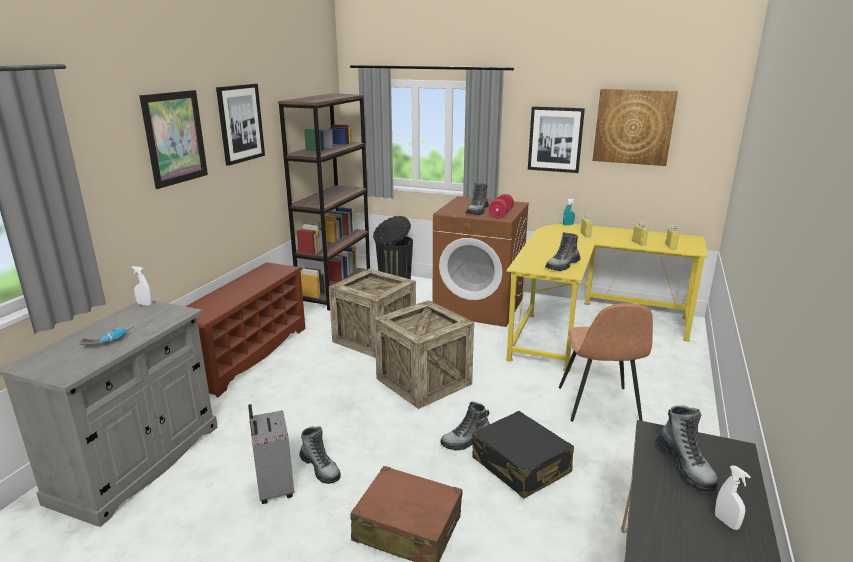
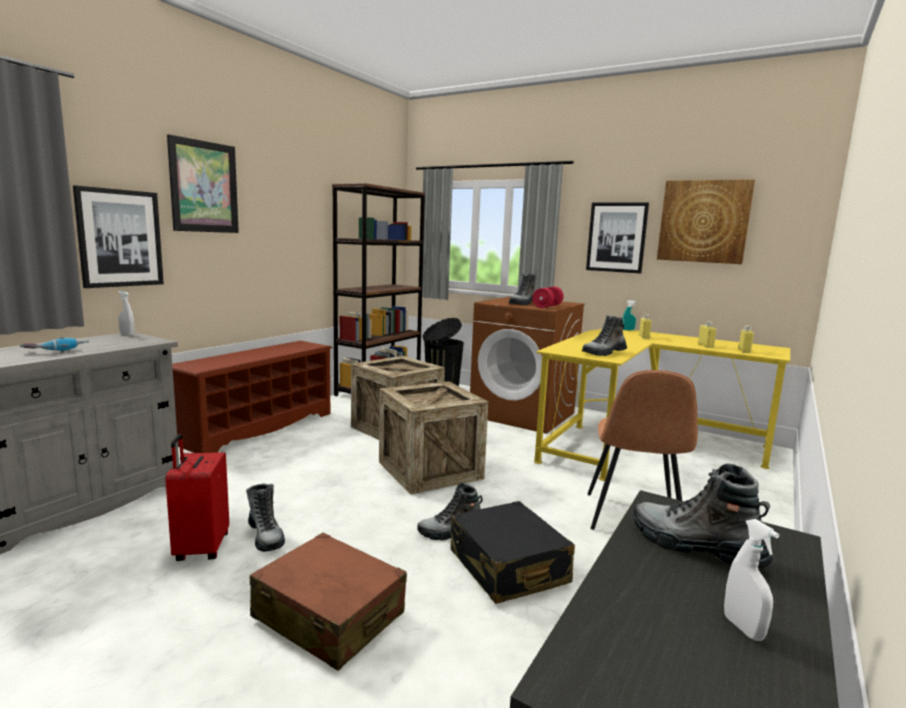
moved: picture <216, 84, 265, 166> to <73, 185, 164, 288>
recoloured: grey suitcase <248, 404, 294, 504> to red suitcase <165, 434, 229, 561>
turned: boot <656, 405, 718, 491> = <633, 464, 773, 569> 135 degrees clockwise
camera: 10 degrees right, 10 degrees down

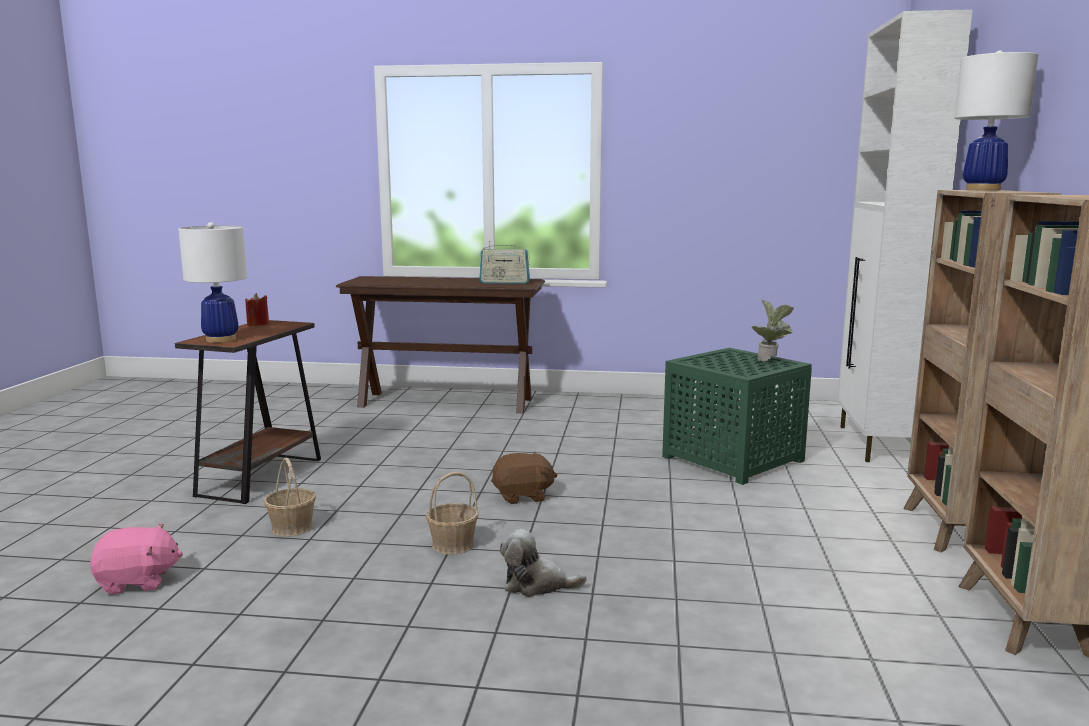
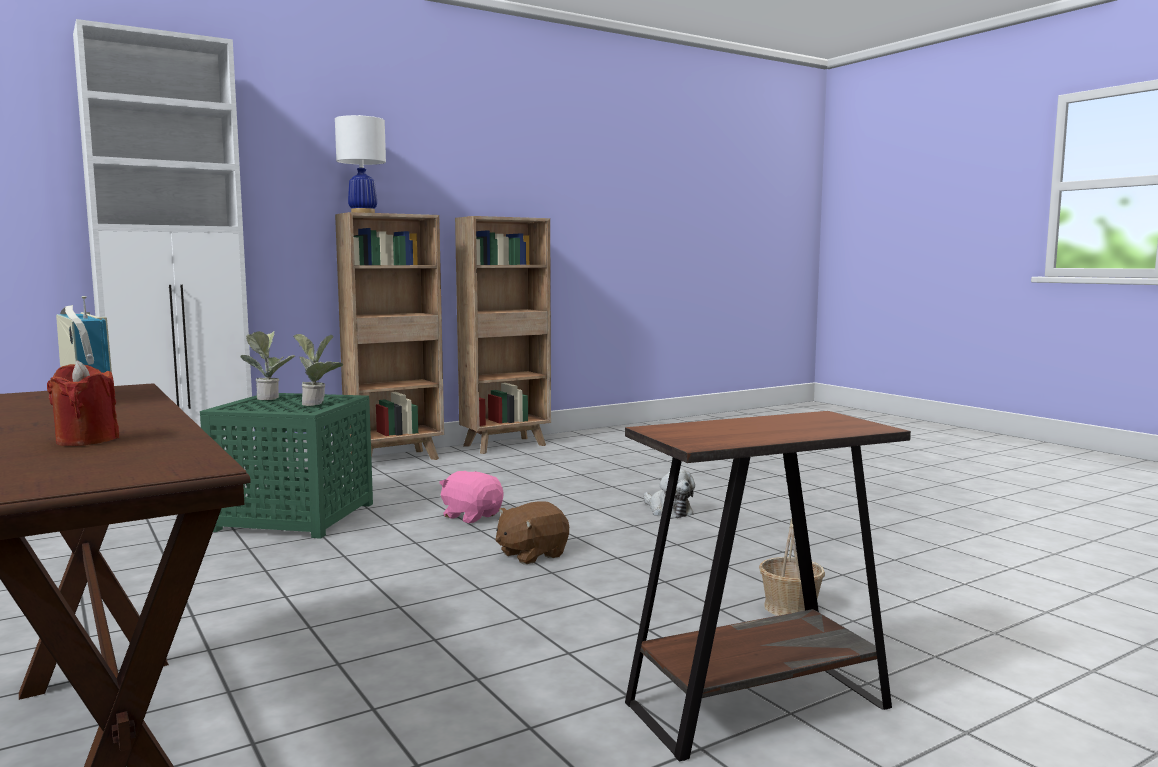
removed: white table lamp <178, 222, 247, 343>; basket <426, 472, 479, 555>
added: potted plant <293, 334, 343, 406>
moved: red candle <245, 293, 269, 326> to <47, 360, 119, 446>; pink plush toy <90, 523, 183, 595> to <439, 471, 503, 523>
turned: brown plush toy <491, 452, 557, 504> = <495, 501, 569, 565> 75 degrees counterclockwise
camera: 130 degrees left, 5 degrees down

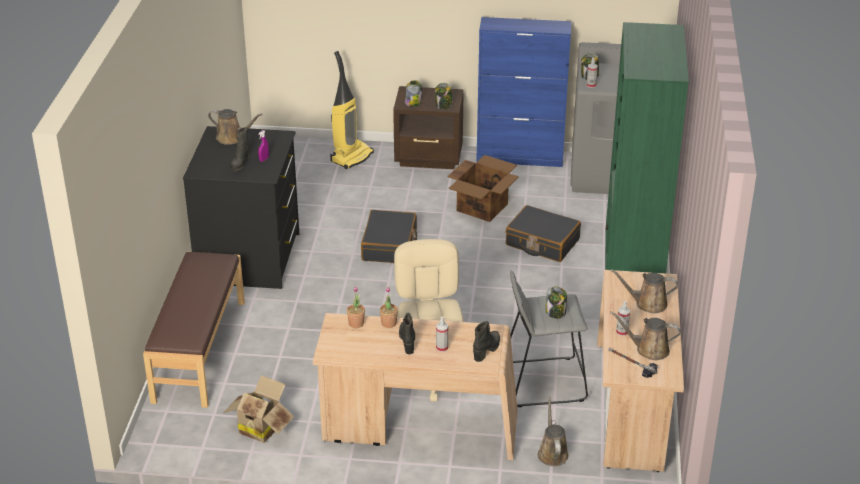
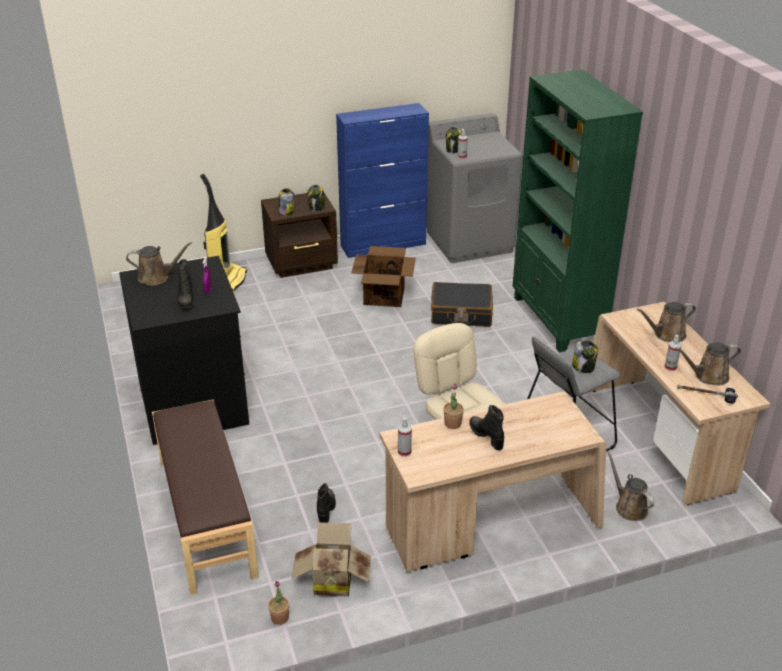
removed: black suitcase <361, 210, 417, 263>
moved: potted plant <347, 286, 365, 328> to <268, 581, 289, 625>; black boot <473, 321, 500, 362> to <317, 483, 336, 523>; spray bottle <436, 317, 448, 352> to <398, 417, 412, 457>
camera: 25 degrees left, 0 degrees up

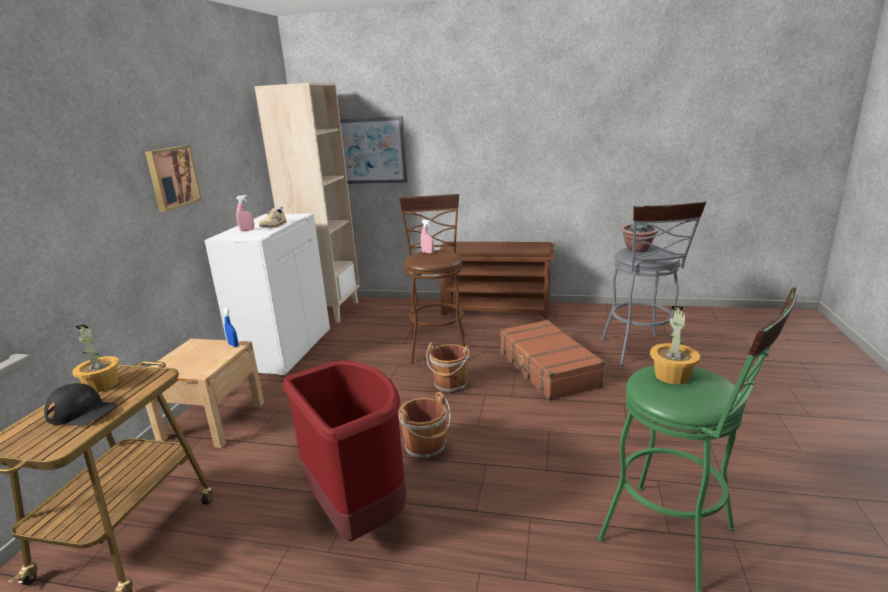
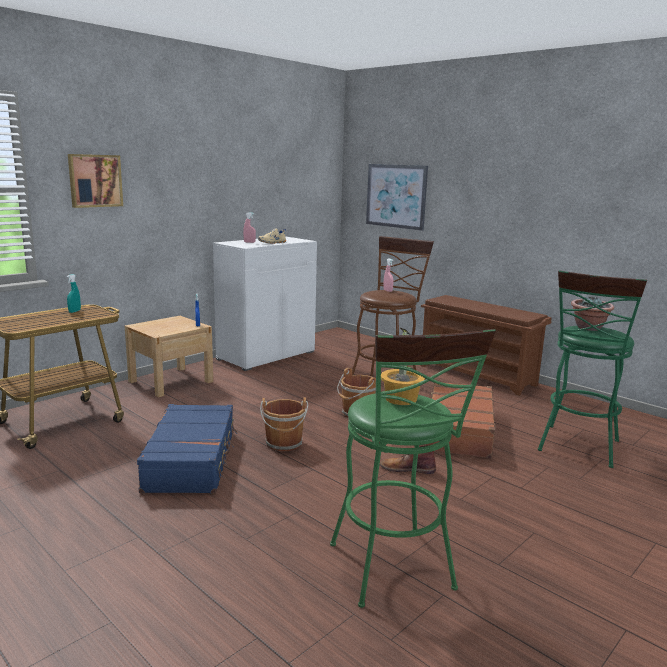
removed: black cap <44, 383, 117, 426>; beige bookcase <254, 83, 359, 323>
added: brown boot <380, 445, 436, 474>
moved: picture <145, 145, 202, 212> to <68, 154, 123, 208>
replaced: potted plant <72, 325, 120, 392> to turquoise spray bottle <67, 274, 81, 313>; red trash can <284, 360, 406, 542> to blue suitcase <137, 404, 237, 493>
recoloured: grey stool <601, 201, 706, 366> to green stool <538, 270, 647, 468>
camera: 30 degrees right, 5 degrees down

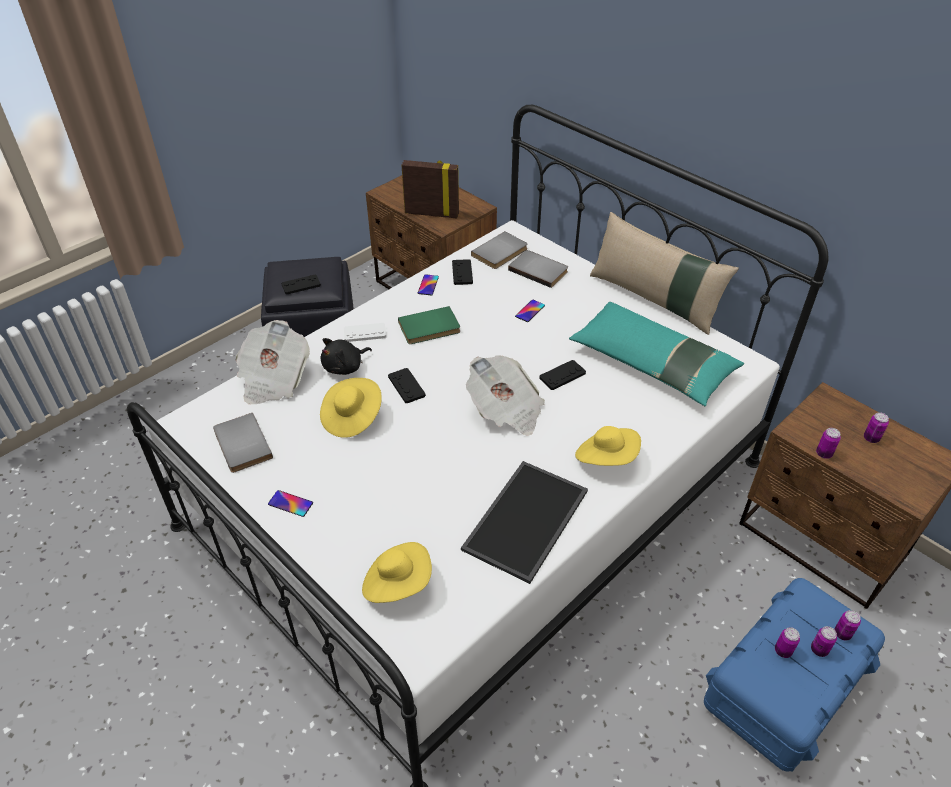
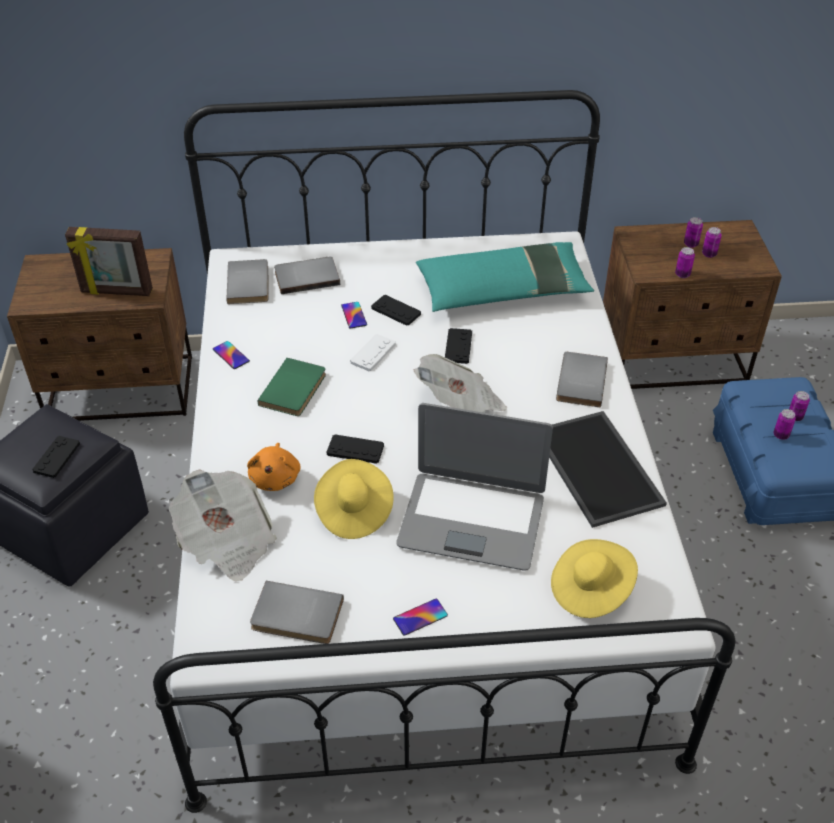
removed: beige pillow <590, 212, 739, 335>
added: laptop <396, 403, 553, 571>
moved: white game controller <344, 323, 386, 342> to <350, 334, 396, 371>; black game controller <452, 259, 473, 285> to <371, 295, 421, 326>; can <834, 610, 861, 640> to <702, 227, 722, 258>
replaced: yellow hat <575, 426, 641, 466> to grey book <556, 352, 608, 407>
recoloured: black plush toy <320, 338, 372, 375> to orange plush toy <247, 443, 301, 491>
turned: picture frame <402, 160, 459, 218> = <65, 227, 153, 296> 135 degrees counterclockwise
camera: 50 degrees left, 0 degrees up

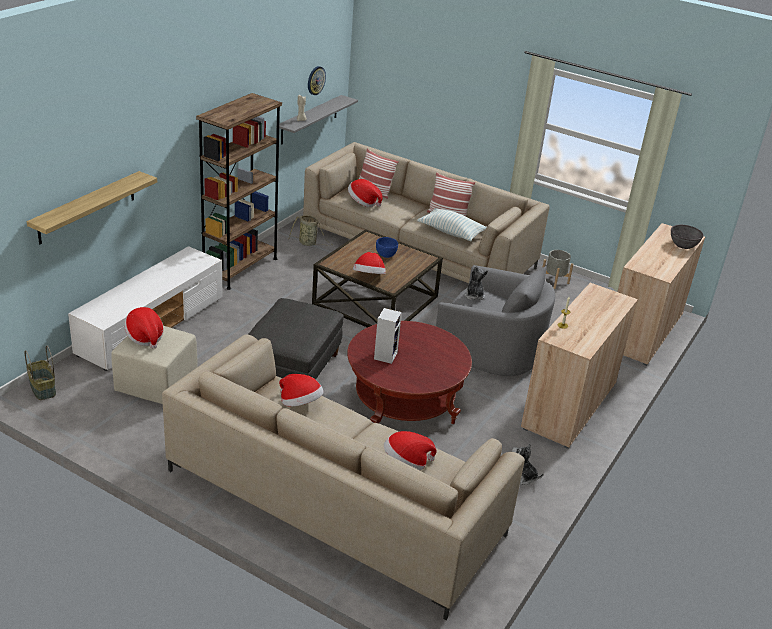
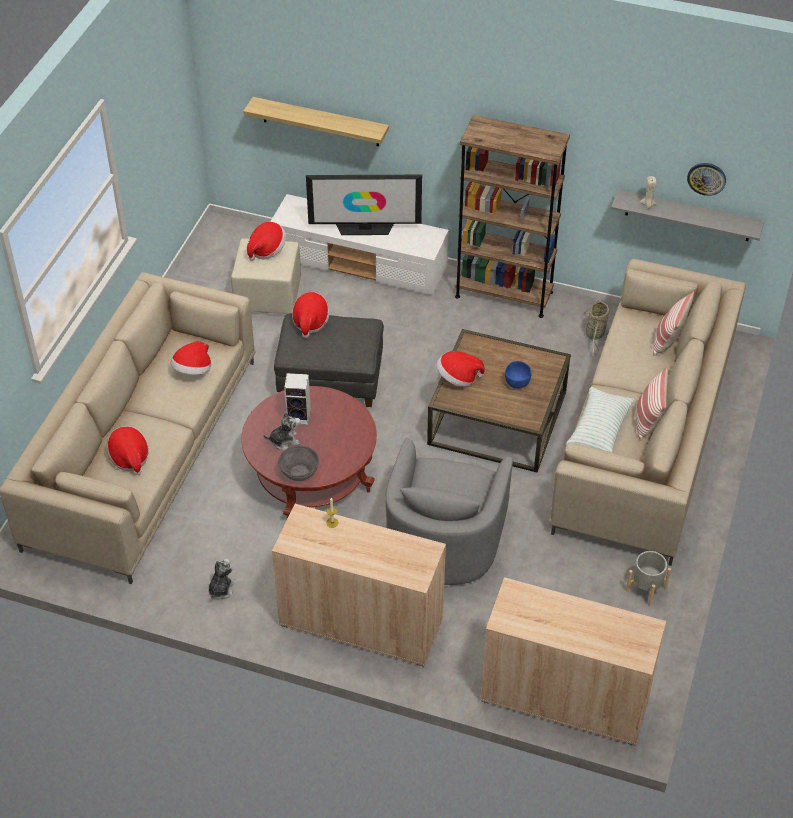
removed: basket <25, 345, 56, 400>
added: television <306, 175, 422, 235>
moved: plush toy <464, 266, 488, 300> to <263, 412, 301, 450>; grey bowl <671, 225, 704, 249> to <278, 445, 319, 481>; hat <348, 179, 383, 207> to <292, 292, 330, 338>
camera: 80 degrees right, 15 degrees up

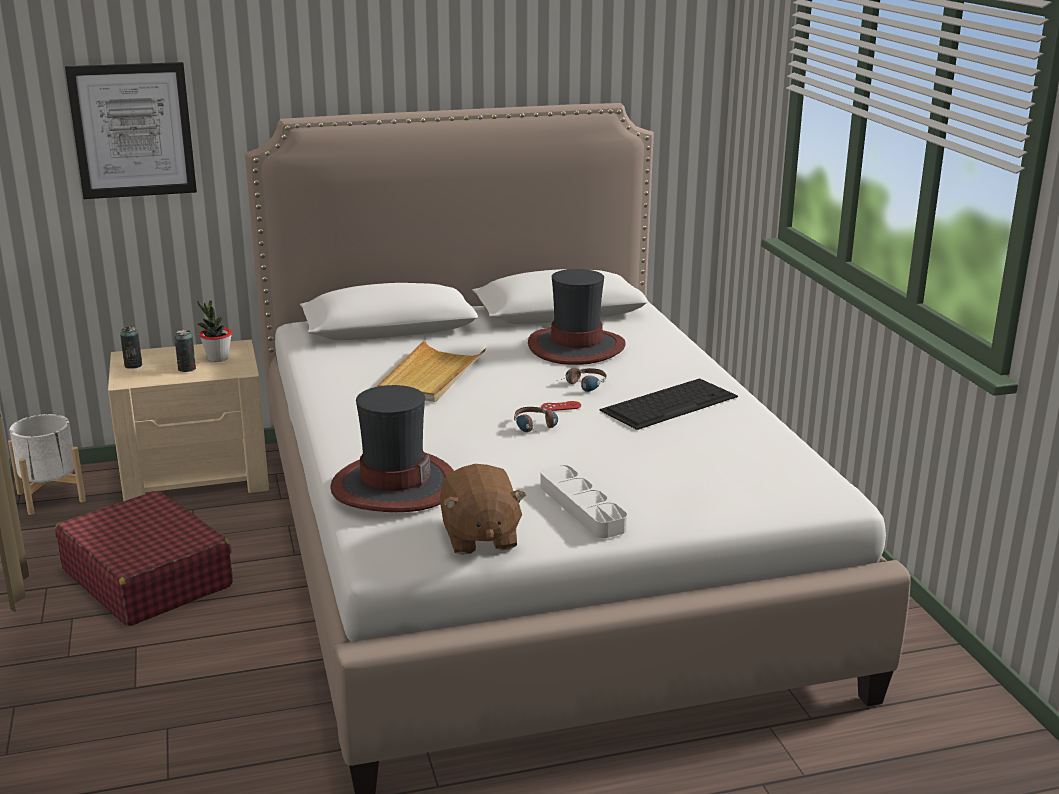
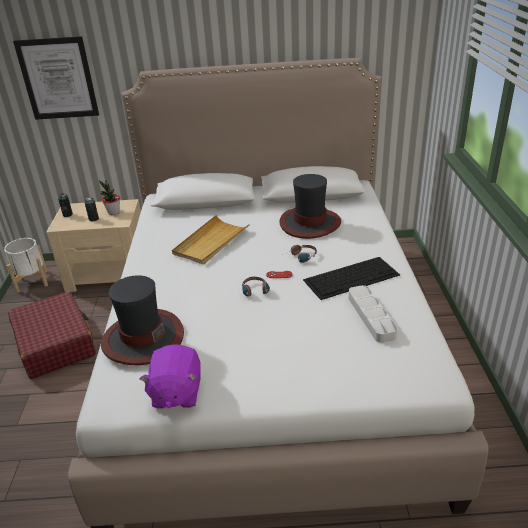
moved: grey tray <540, 465, 627, 538> to <349, 285, 398, 343>
recoloured: brown plush toy <440, 464, 526, 555> to purple plush toy <140, 344, 201, 408>
camera: 15 degrees right, 10 degrees up

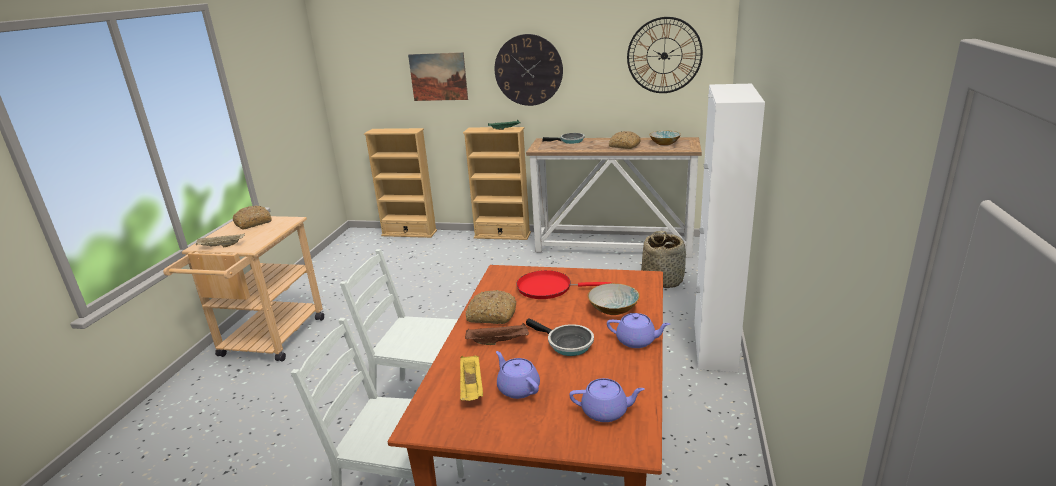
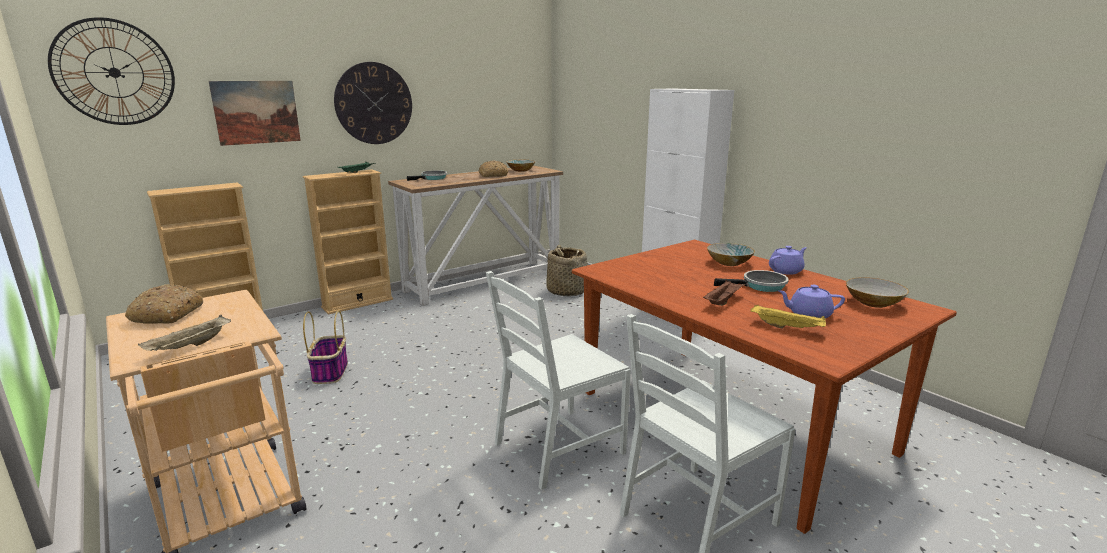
removed: bread <466, 290, 516, 324>; red frying pan <516, 270, 611, 299>
added: basket <303, 310, 348, 384>
moved: wall clock <627, 17, 703, 93> to <48, 17, 175, 125>
replaced: purple teapot <569, 378, 645, 422> to bowl <846, 277, 909, 308>
camera: 50 degrees left, 5 degrees down

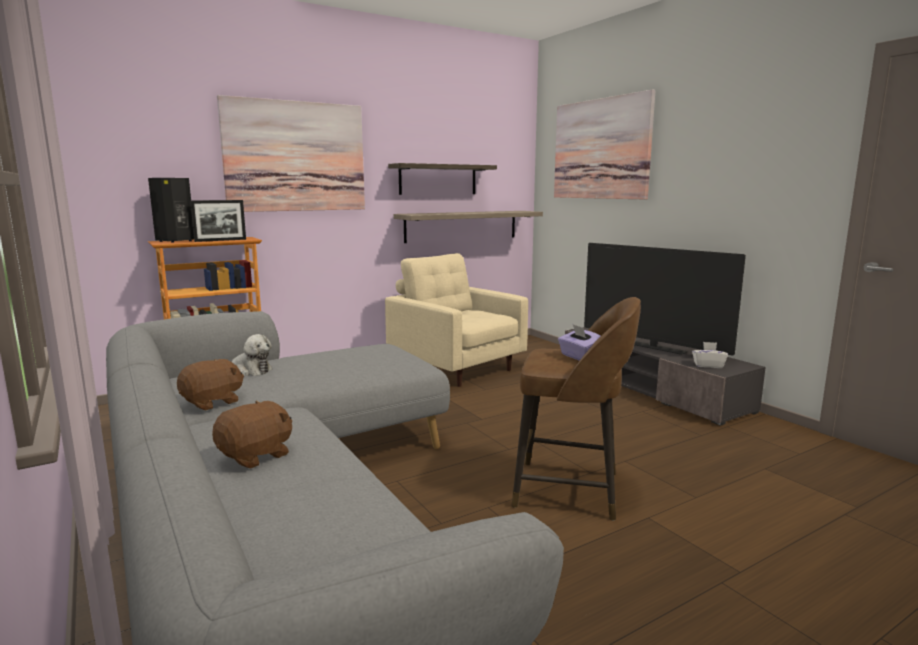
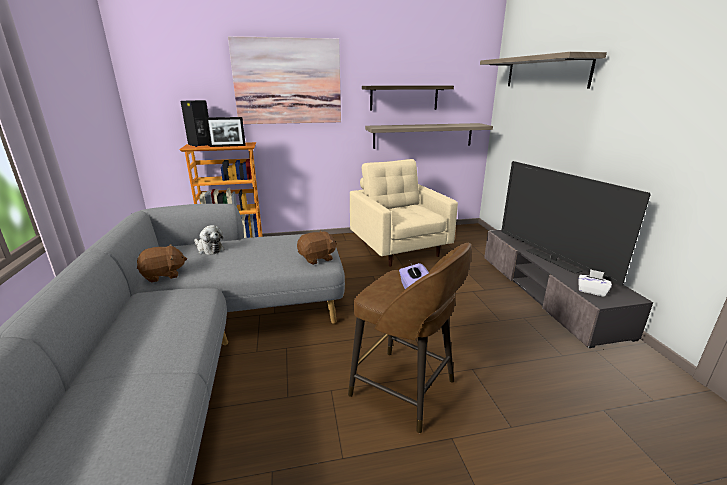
moved: brown plush toy <212, 400, 292, 468> to <297, 230, 337, 265>
replaced: picture <554, 90, 655, 199> to shelf <480, 52, 607, 88>
camera: 20 degrees right, 10 degrees up

